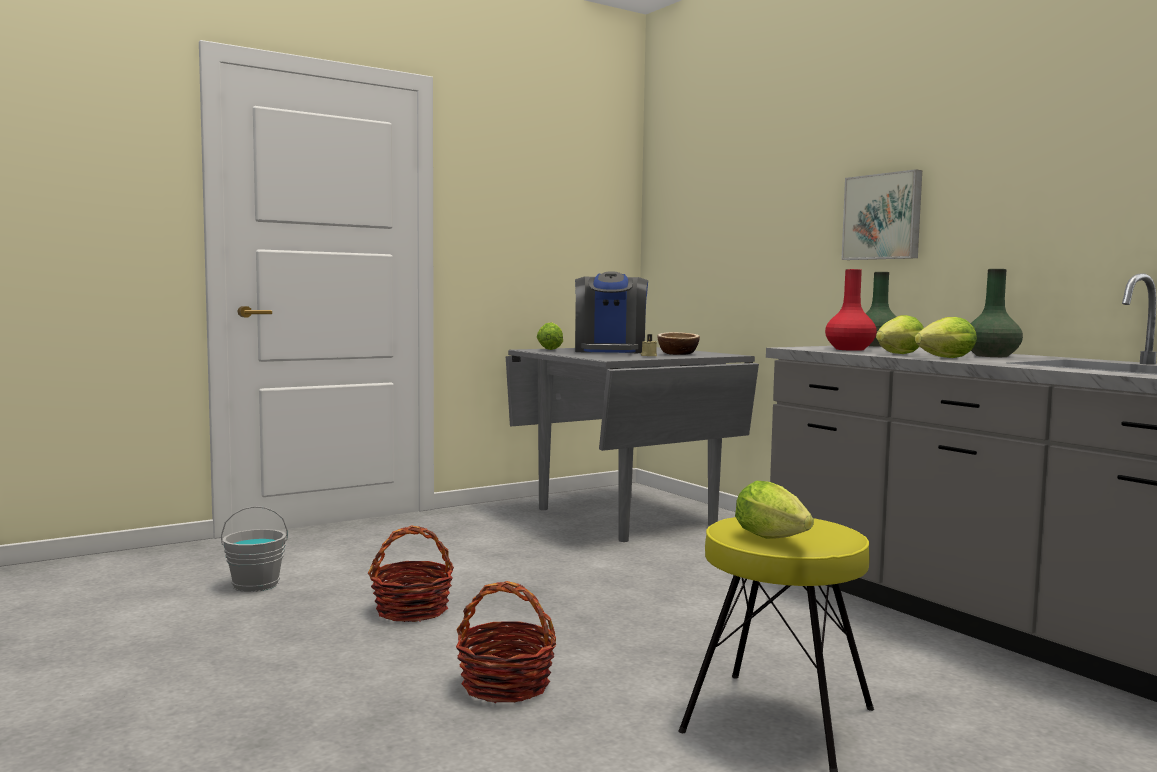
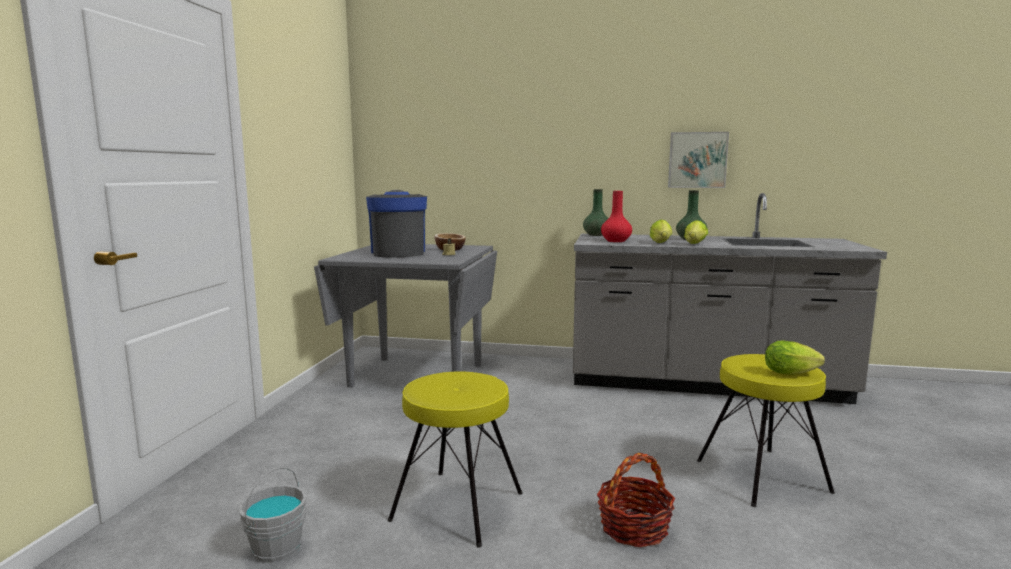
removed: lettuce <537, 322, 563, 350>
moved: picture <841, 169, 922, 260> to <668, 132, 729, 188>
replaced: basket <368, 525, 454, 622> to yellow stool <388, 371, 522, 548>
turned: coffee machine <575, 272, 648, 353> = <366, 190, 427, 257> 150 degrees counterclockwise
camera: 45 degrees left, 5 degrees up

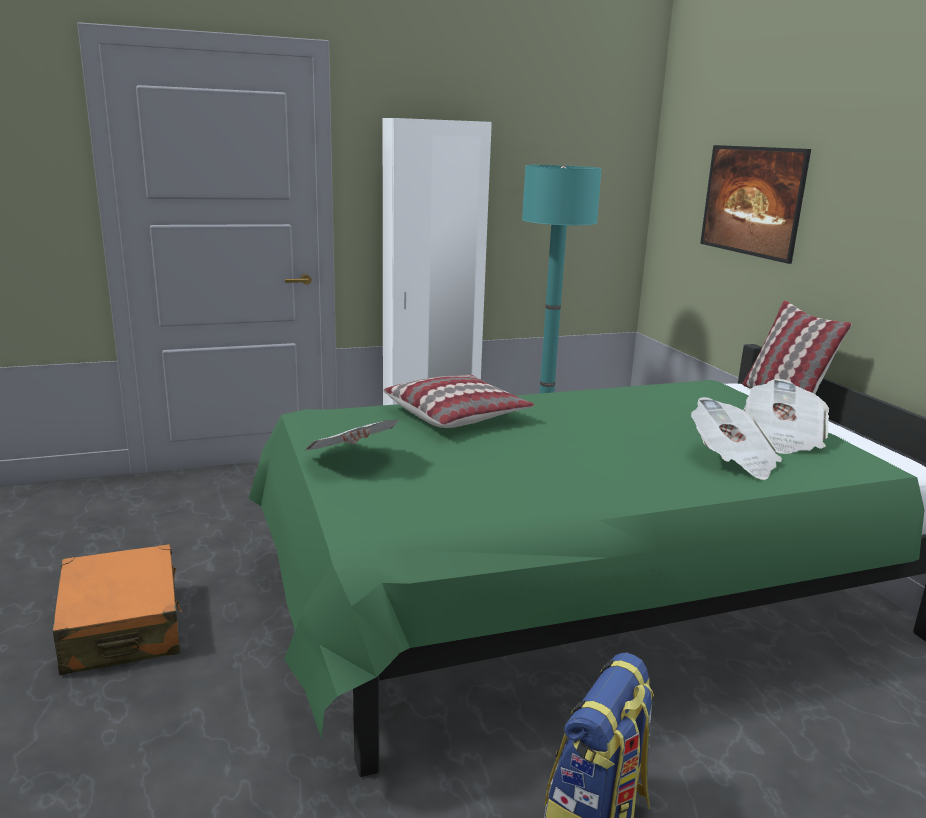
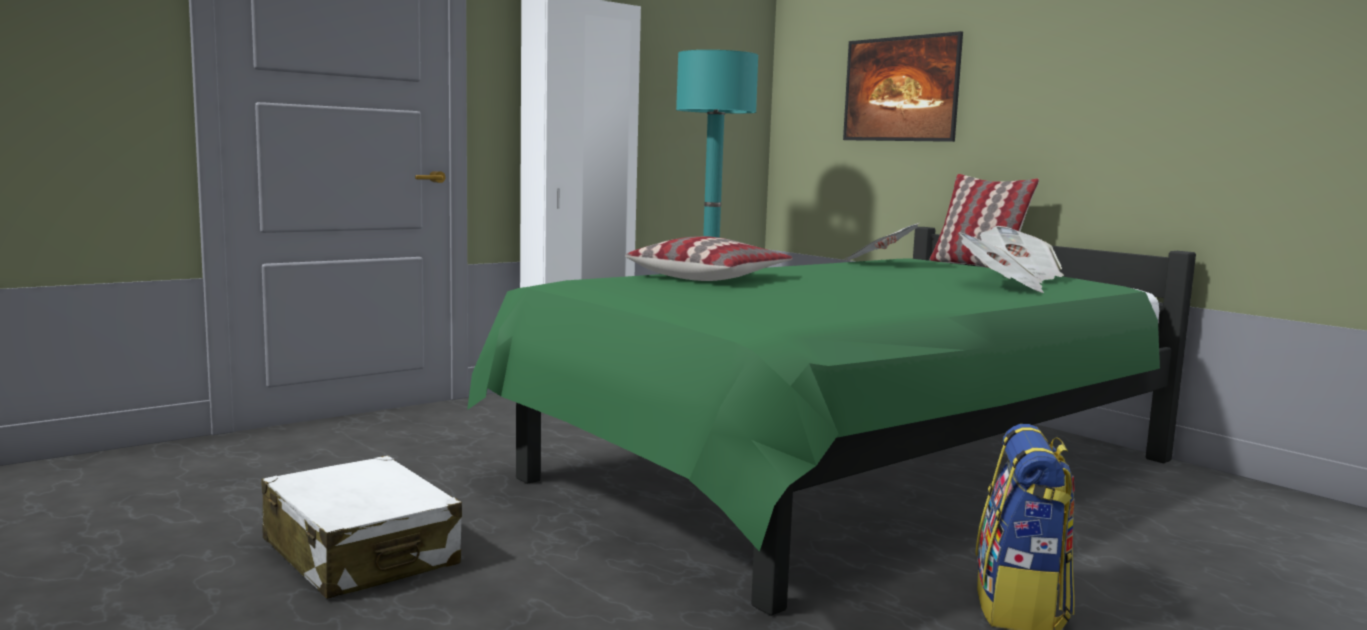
moved: newspaper <304, 420, 399, 451> to <845, 223, 919, 261>
recoloured: orange suitcase <53, 544, 182, 675> to white suitcase <261, 455, 462, 599>
camera: 20 degrees left, 10 degrees down

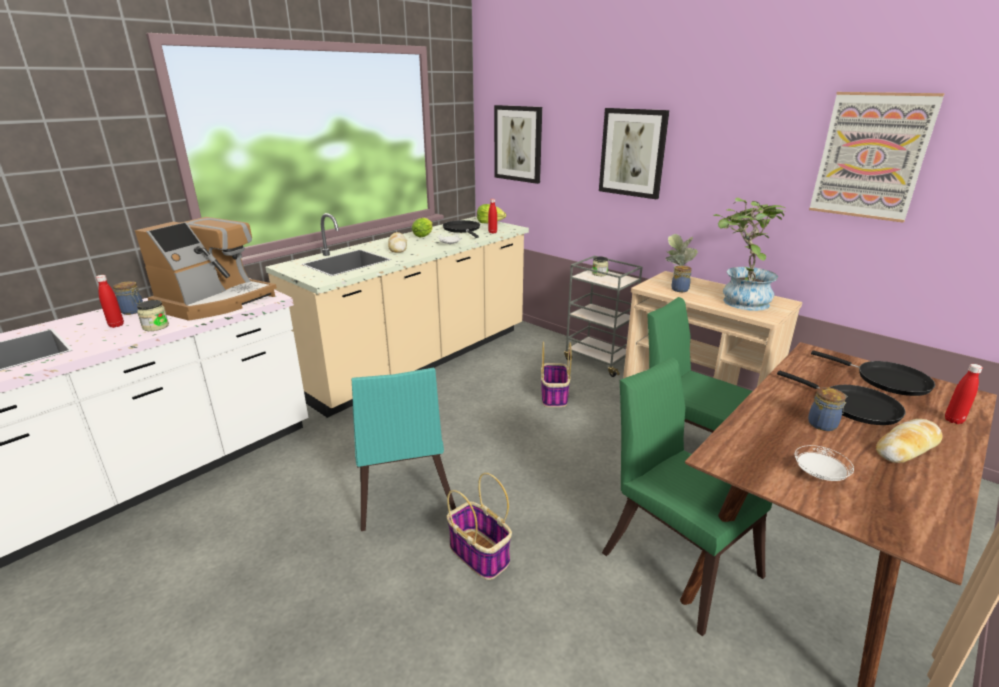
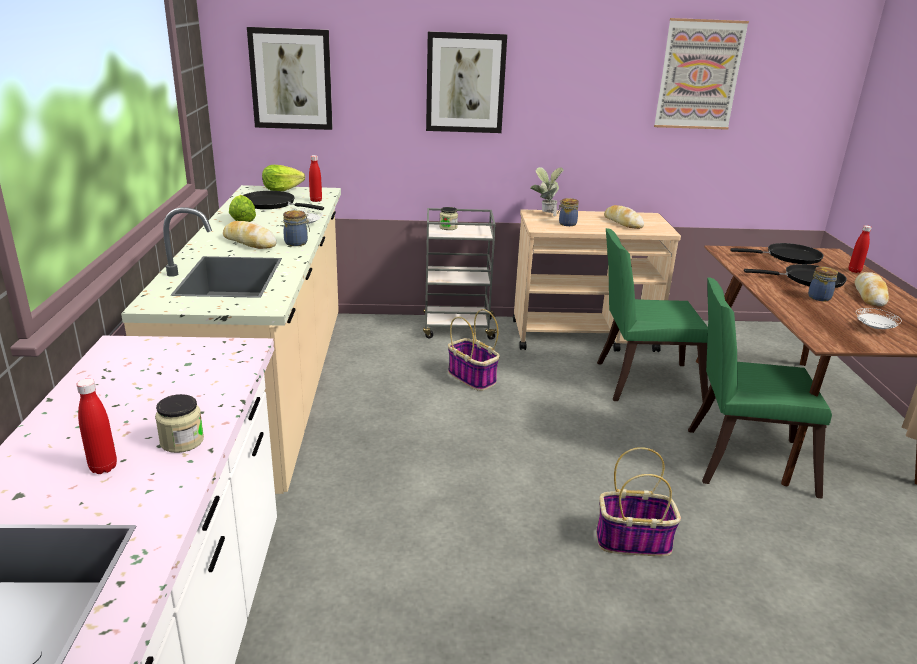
removed: coffee machine <135, 217, 277, 321>; turquoise chair <352, 368, 456, 531>
moved: jar <113, 281, 143, 315> to <283, 210, 310, 246>
replaced: potted plant <713, 198, 786, 311> to bread <604, 205, 644, 229>
camera: 45 degrees left, 0 degrees up

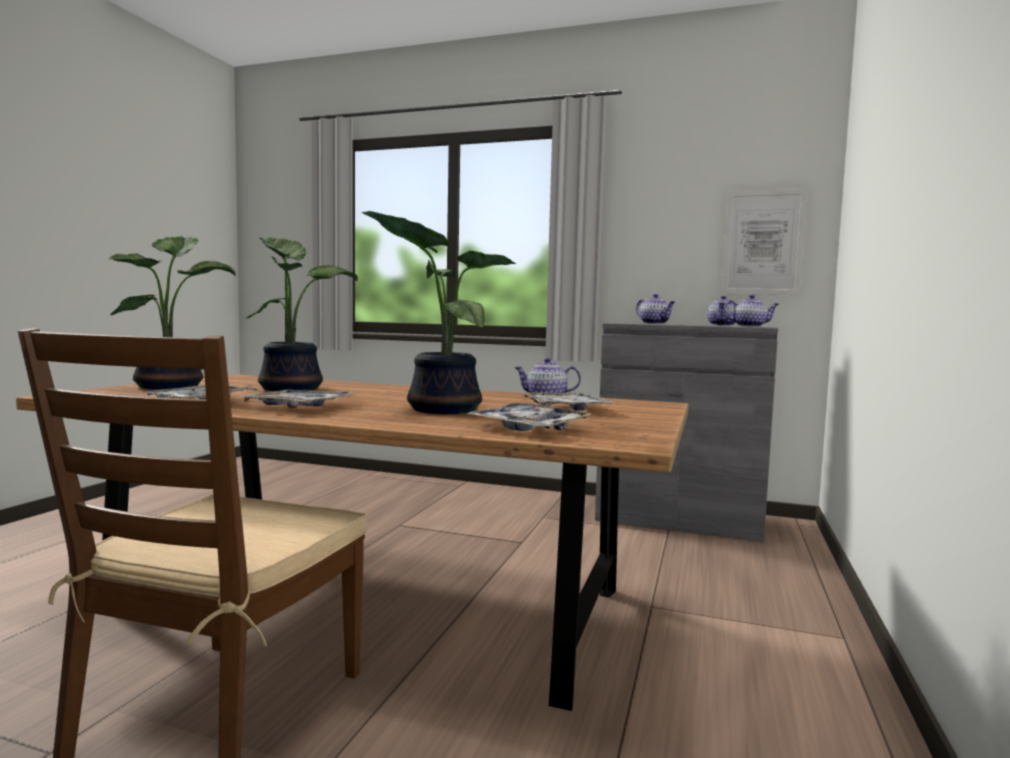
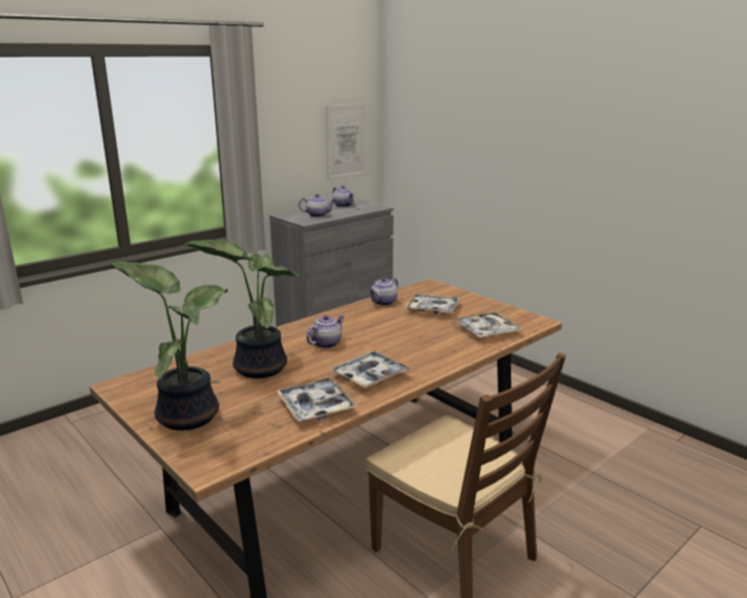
removed: potted plant <362, 211, 516, 414>
moved: teapot <723, 295, 779, 327> to <306, 315, 344, 348>
camera: 60 degrees left, 15 degrees up

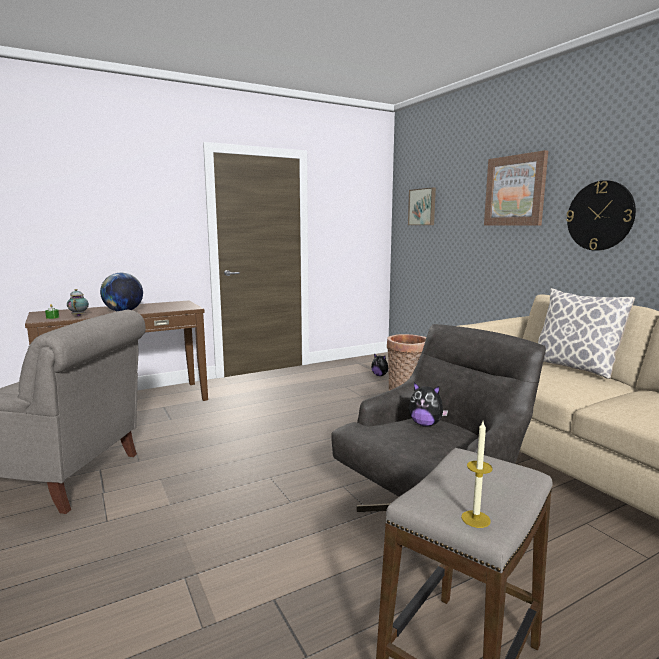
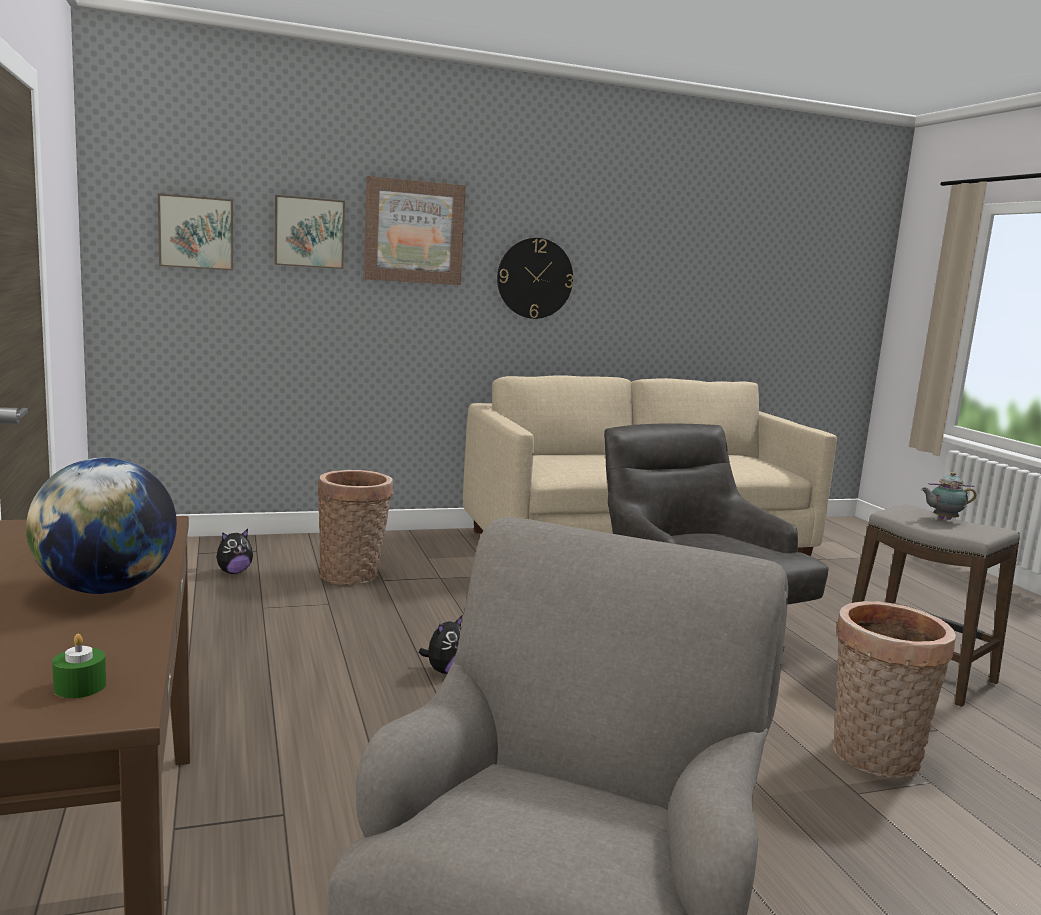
removed: candle <461, 422, 493, 528>; pillow <538, 288, 635, 379>
added: picture <274, 195, 345, 269>; basket <833, 601, 956, 778>
moved: plush toy <408, 382, 448, 426> to <419, 616, 462, 674>; teapot <67, 289, 89, 317> to <921, 472, 976, 520>
camera: 80 degrees left, 0 degrees up

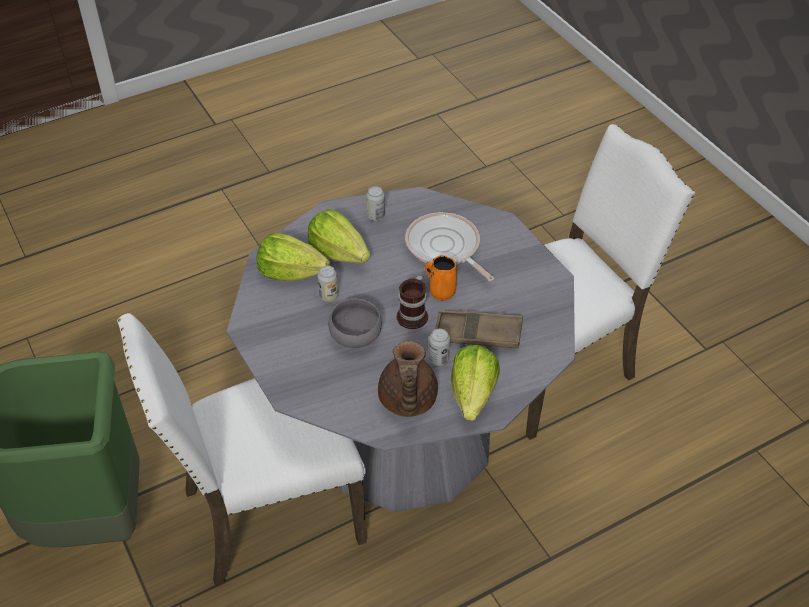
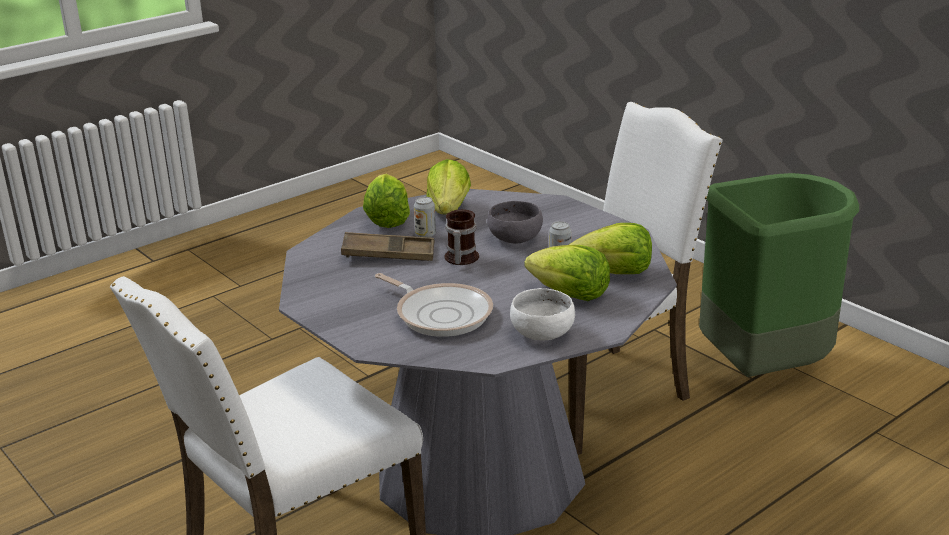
removed: orange mug <425, 255, 457, 300>
replaced: brown teapot <378, 341, 438, 417> to lettuce <426, 159, 471, 214>; can <366, 186, 385, 221> to white bowl <510, 288, 575, 340>
camera: 170 degrees right, 20 degrees down

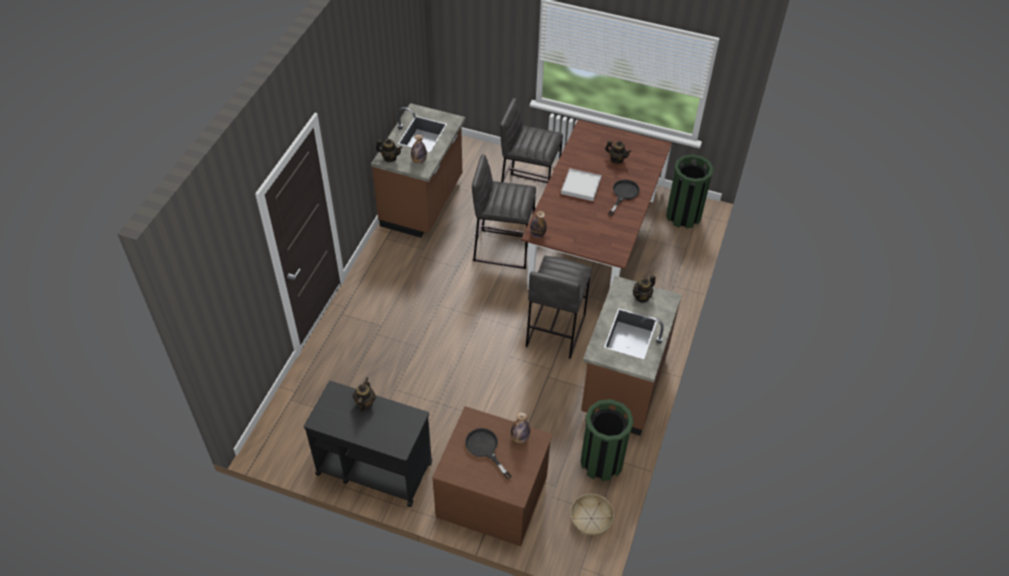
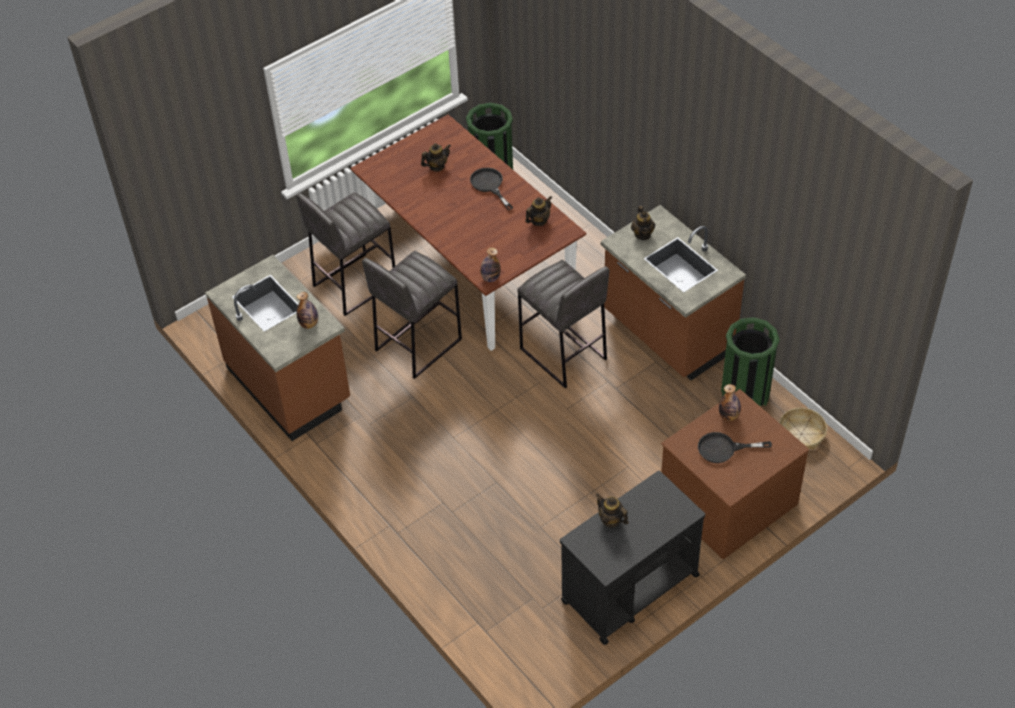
removed: white tray <561, 168, 601, 201>
moved: teapot <376, 139, 402, 162> to <525, 196, 552, 226>
camera: 55 degrees left, 0 degrees up

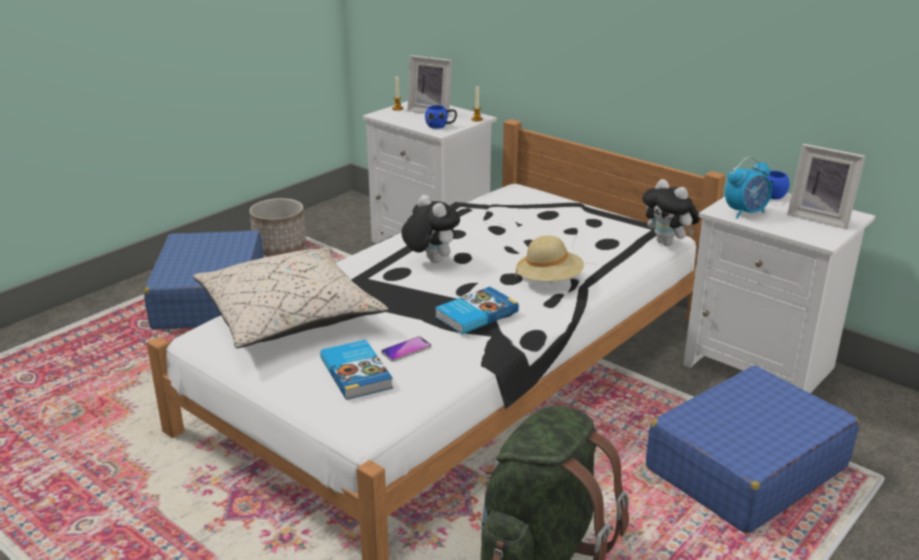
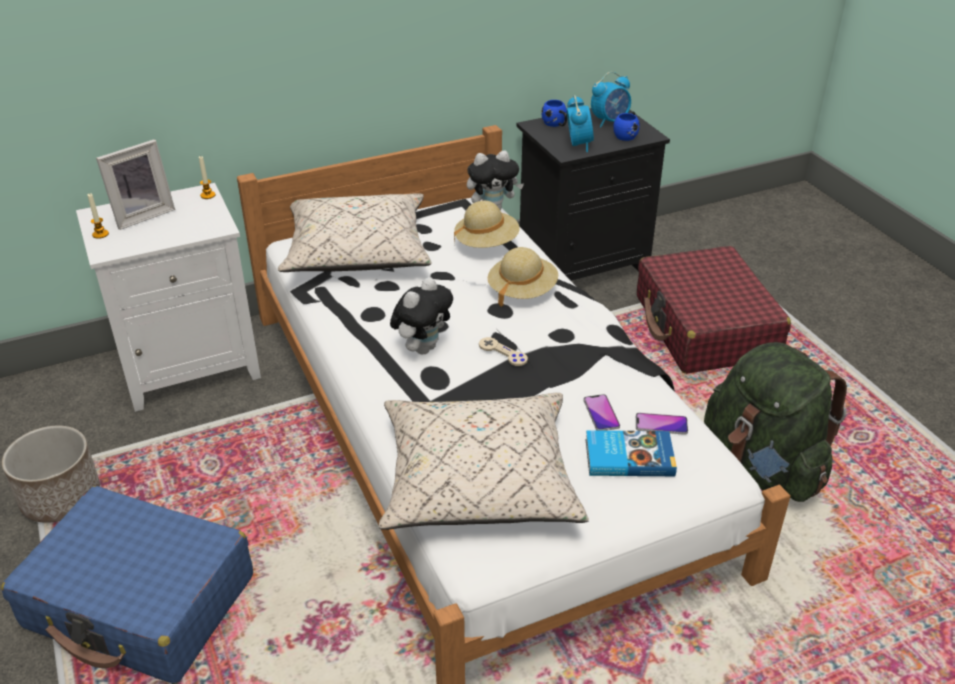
removed: book <435, 287, 519, 334>
added: beige pillow <278, 193, 432, 272>; beige hat <454, 201, 519, 248>; beige game controller <479, 337, 528, 366>; phone <636, 413, 688, 435>
moved: blue mug <425, 105, 457, 129> to <613, 111, 640, 141>
replaced: picture frame <787, 144, 865, 229> to alarm clock <591, 72, 631, 127>
recoloured: white nightstand <683, 193, 875, 393> to black nightstand <516, 108, 670, 281>; blue suitcase <646, 366, 859, 534> to red suitcase <637, 246, 791, 374>
turned: plush toy <401, 195, 460, 263> = <390, 277, 453, 354> 135 degrees clockwise
camera: 65 degrees left, 10 degrees up

